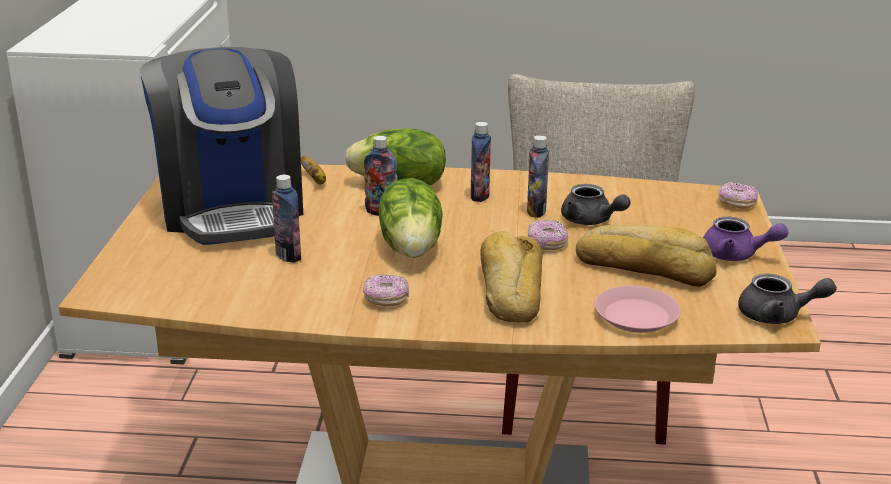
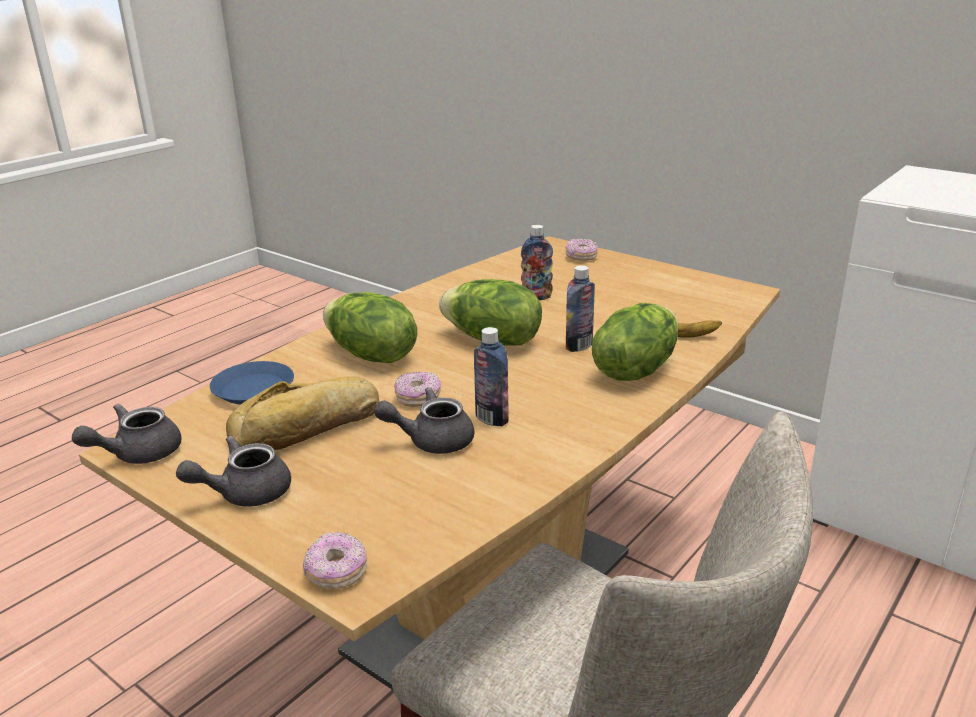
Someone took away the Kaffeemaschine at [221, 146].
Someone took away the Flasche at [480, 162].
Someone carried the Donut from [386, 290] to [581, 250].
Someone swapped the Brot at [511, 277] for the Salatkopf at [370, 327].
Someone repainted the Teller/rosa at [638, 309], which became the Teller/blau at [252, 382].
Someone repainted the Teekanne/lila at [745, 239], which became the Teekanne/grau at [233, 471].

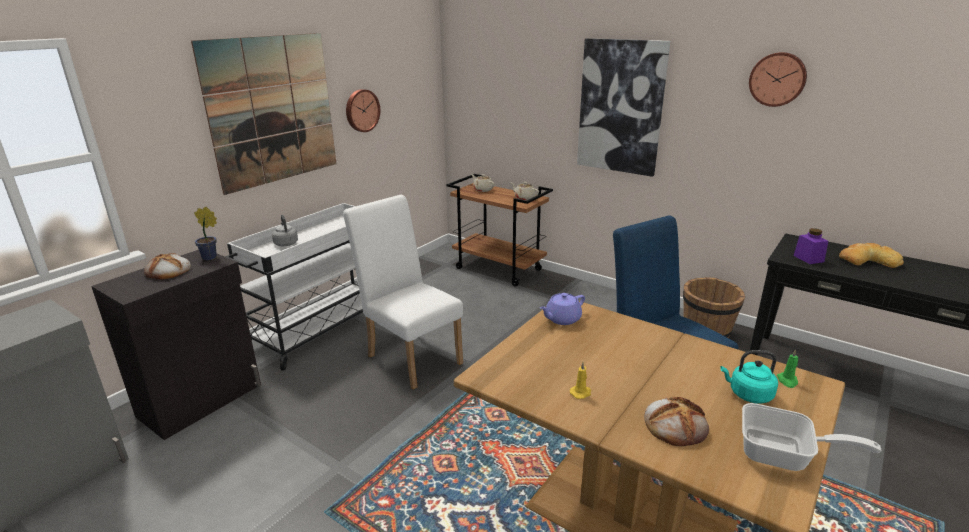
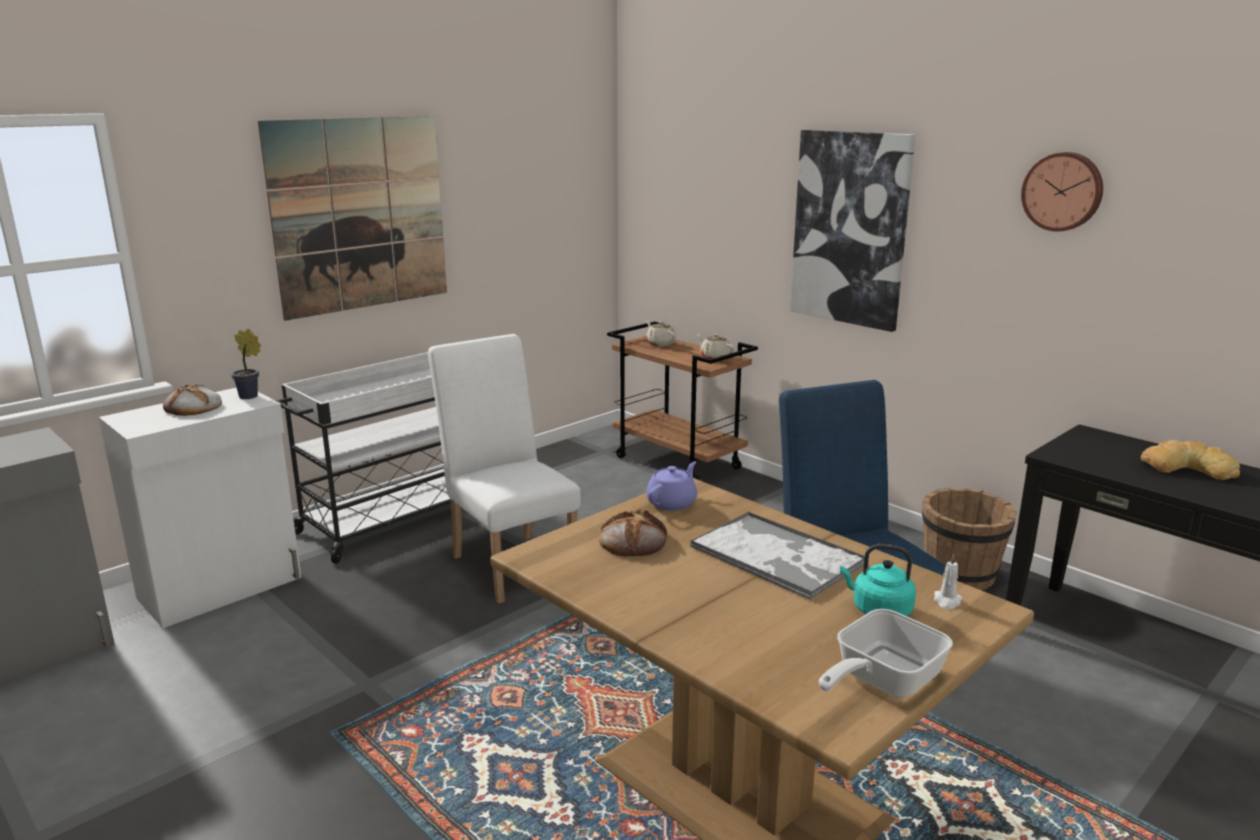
Someone took away the Wasserkessel/grau at [285, 230].
Someone took away the Wanduhr at [363, 110].
Someone took away the Kerze/gelb at [580, 380].
Someone took away the Vorratsglas/lila at [810, 246].
Someone put down the Tablett at [777, 555].
Someone carried the Brot from [676, 421] to [633, 532].
Someone repainted the Schrank/schwarz at [176, 345], which became the Schrank/weiß at [200, 508].
Someone repainted the Kerze/grün at [787, 368], which became the Kerze/weiß at [948, 581].
Someone rotated the Teekanne/lila at [562, 309] by 150 degrees clockwise.
Someone rotated the Pfanne at [812, 437] by 105 degrees clockwise.

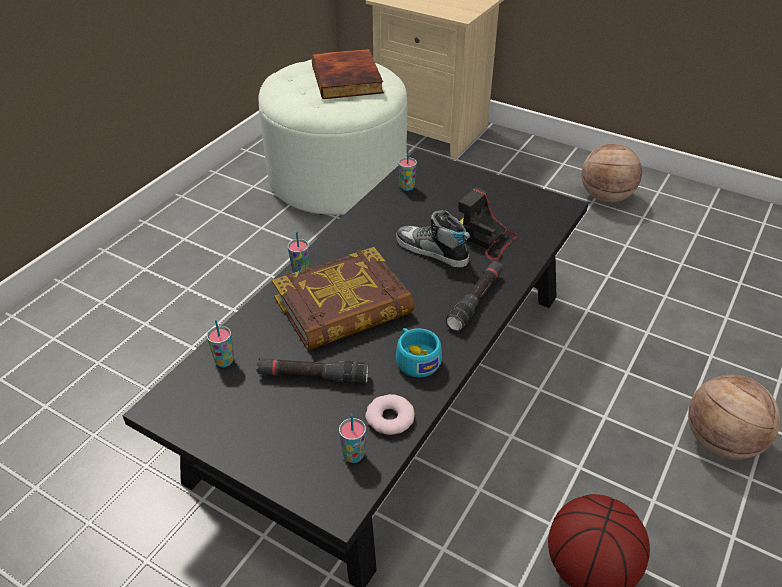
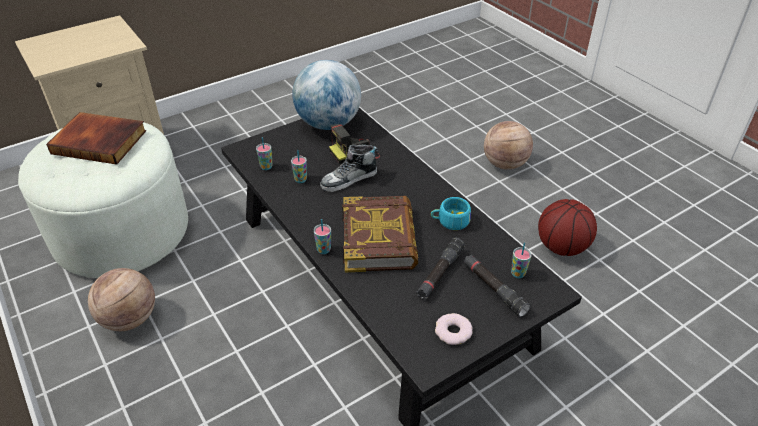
Someone put down the Globus at [326, 95].
Someone carried the Tasse from [220, 343] to [299, 166].
Someone carried the Donut from [390, 414] to [454, 329].
Someone carried the Taschenlampe/schwarz from [474, 296] to [497, 286].
Someone carried the Basketball from [611, 173] to [121, 299].

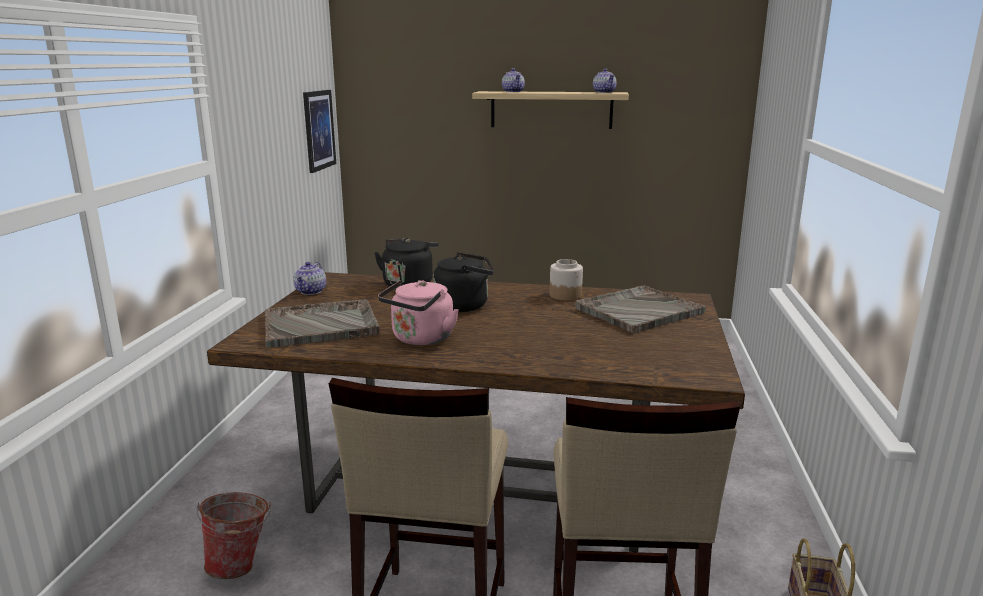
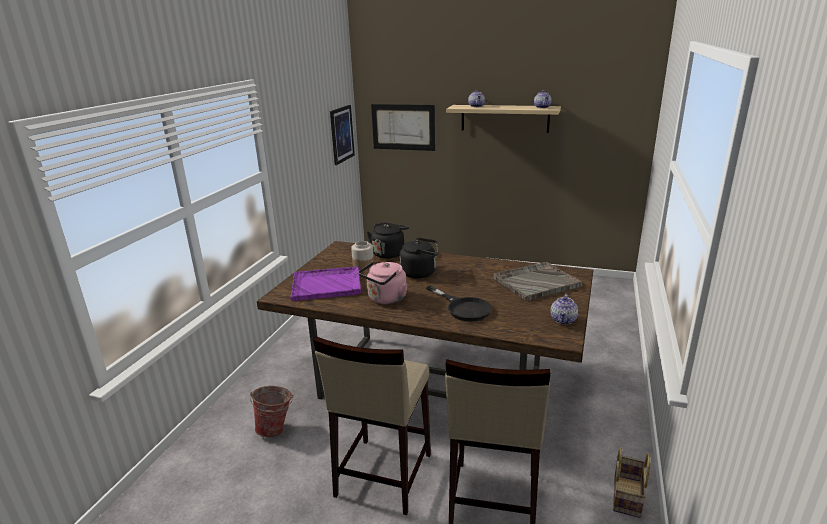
Someone put up the Bild at [403, 127].
Someone put down the Pfanne/schwarz at [459, 303].
Someone carried the Teekanne from [309, 278] to [564, 309].
Someone carried the Vorratsglas from [566, 280] to [362, 255].
Someone repainted the Tablett/grau at [322, 323], which became the Tablett/lila at [325, 283].

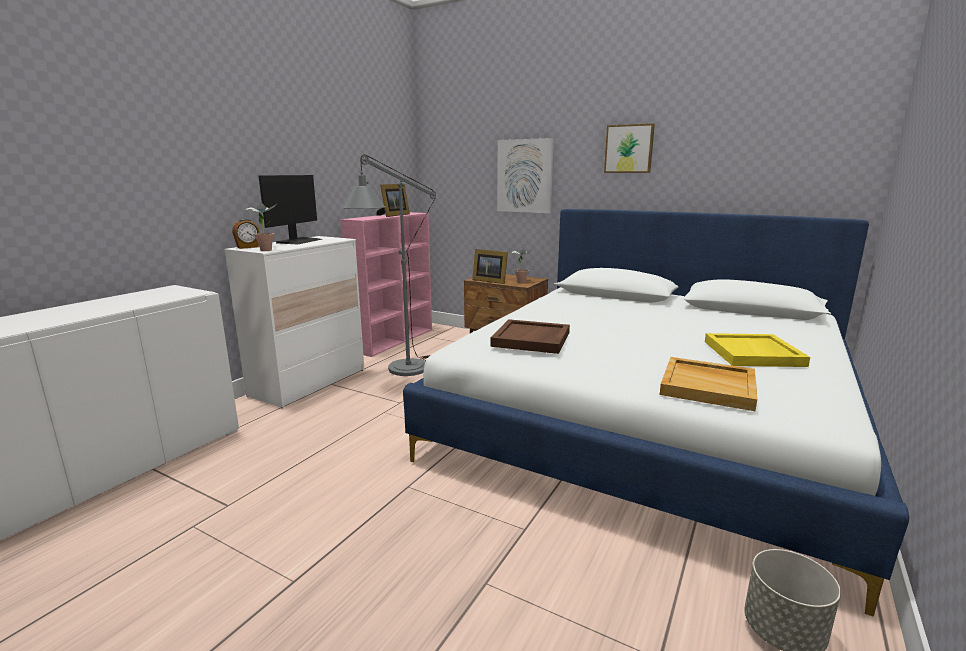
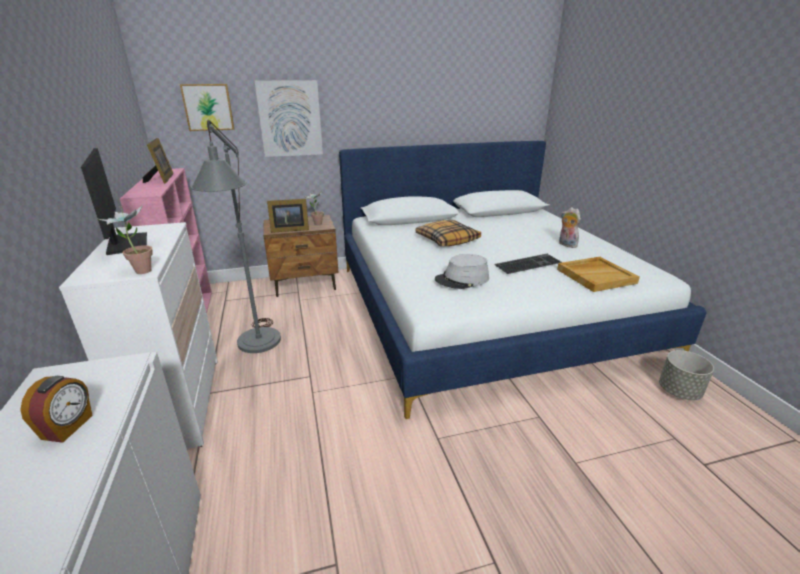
Someone put down the Kissen at [448, 233].
Someone put down the Tastatur at [528, 264].
Someone carried the Wecker from [246, 234] to [56, 409].
Someone carried the Bild from [629, 148] to [207, 107].
Someone swapped the Tablett/braun at [530, 336] for the Hut/grau at [462, 271].
Someone swapped the Tablett/gelb at [757, 350] for the Plüschtier at [570, 227].

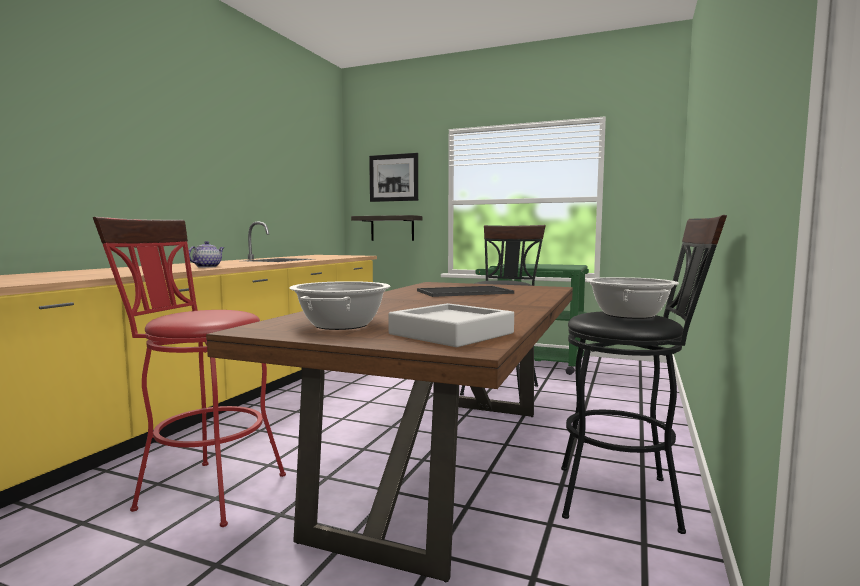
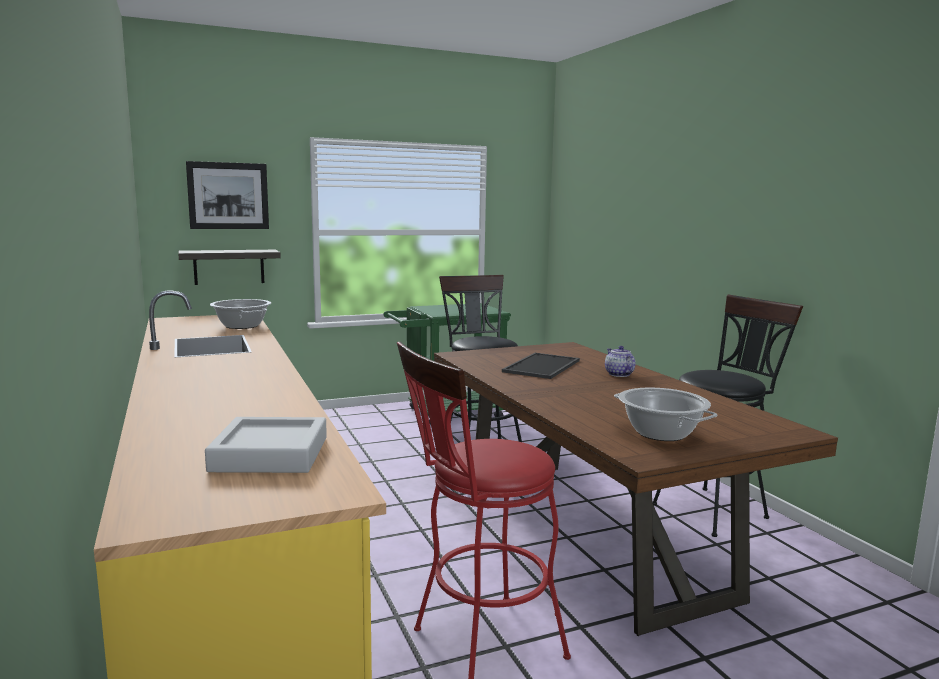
Someone carried the Teekanne from [206, 254] to [620, 361].
Someone carried the Tablett/grau from [451, 325] to [266, 445].
Someone carried the Kochtopf from [632, 298] to [240, 314].

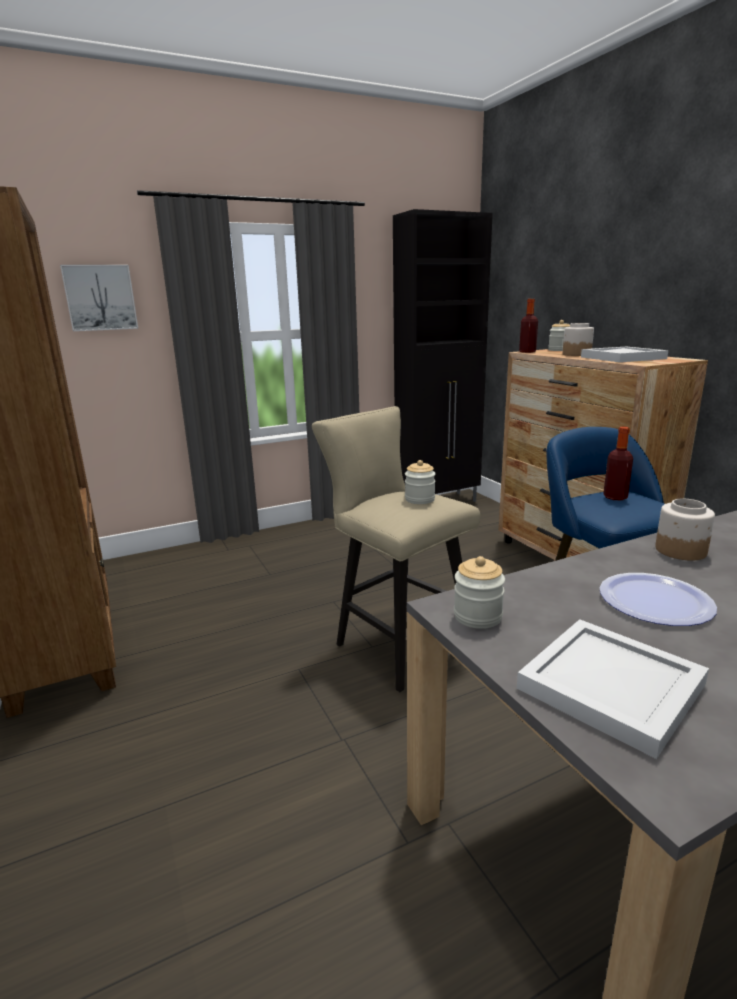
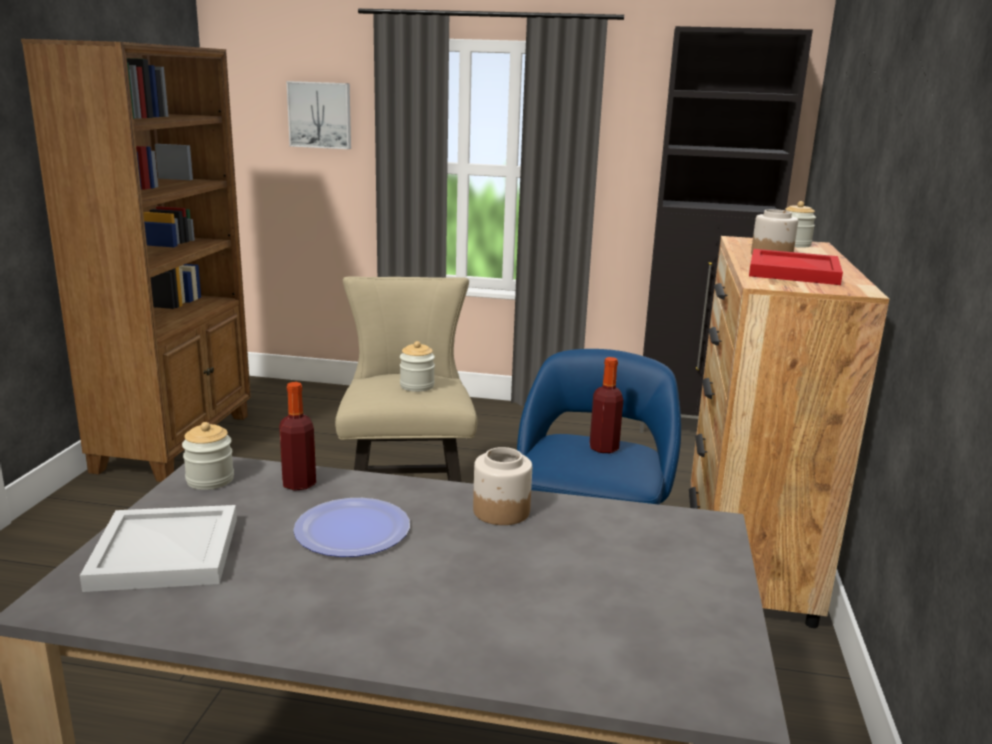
Someone carried the Flasche from [528, 326] to [297, 436].
Someone repainted the Tablett/weiß at [624, 354], which became the Tablett/rot at [796, 267].

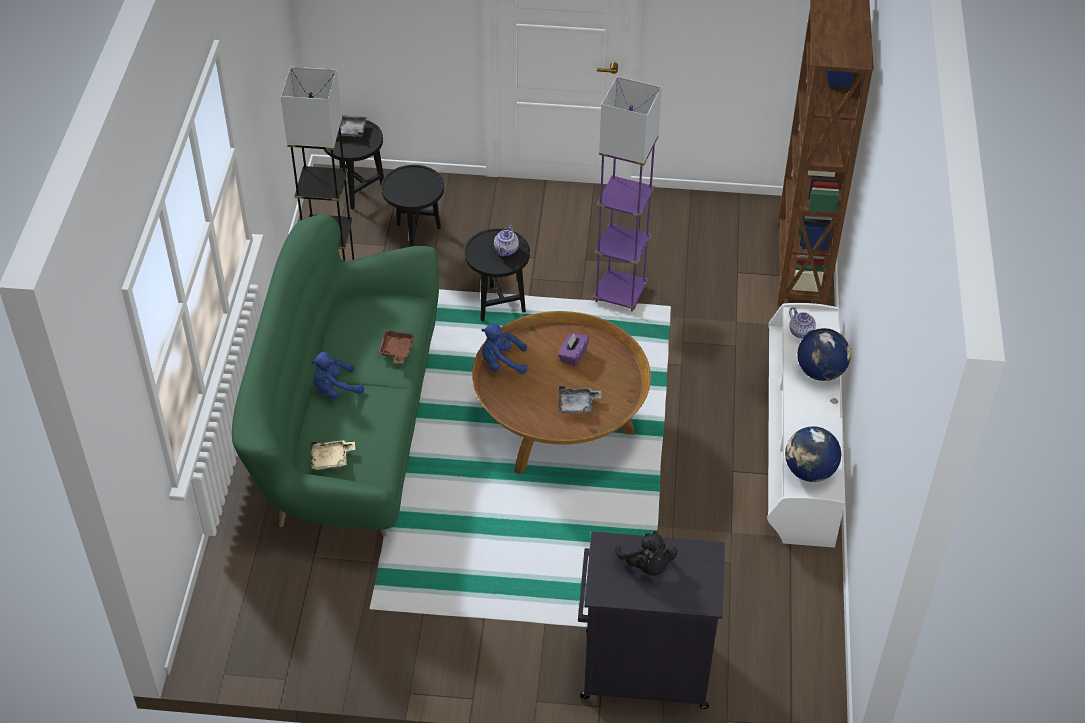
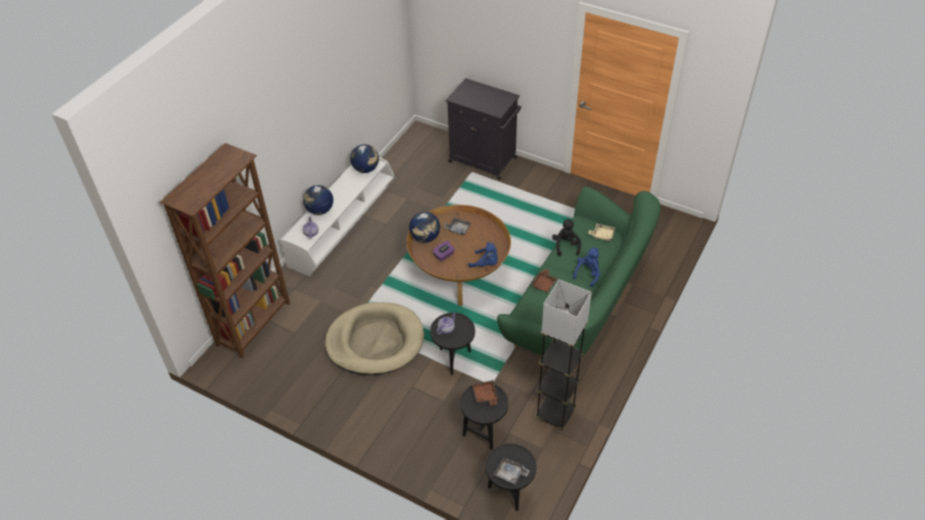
Someone put down the Globus at [424, 227].
Someone put down the Tablett/braun at [485, 392].
Someone carried the Plüschtier/schwarz from [646, 553] to [566, 237].
Someone swapped the Stehlampe/lila at [627, 194] for the Hundebett/beige at [374, 338].
Someone rotated the Plüschtier/blau at [337, 375] by 60 degrees counterclockwise.

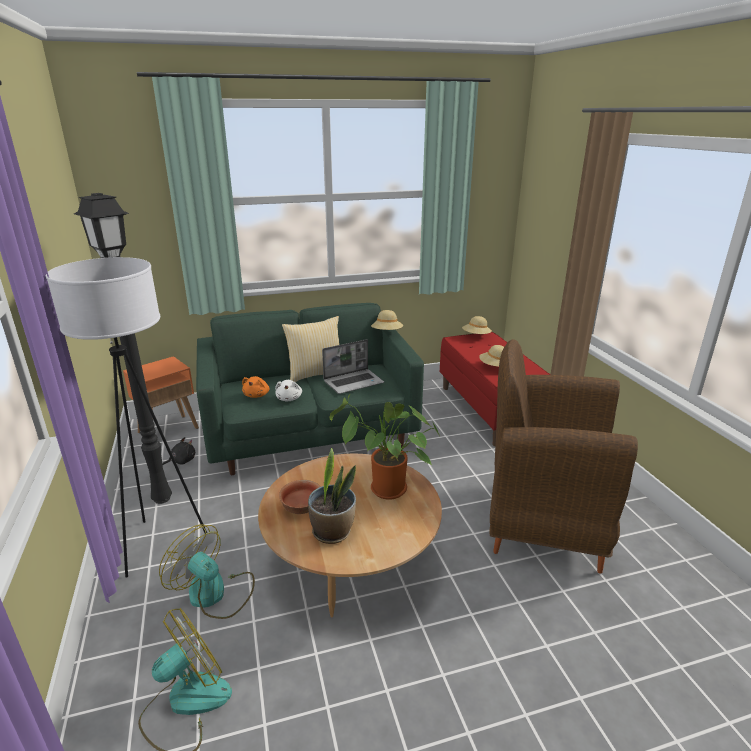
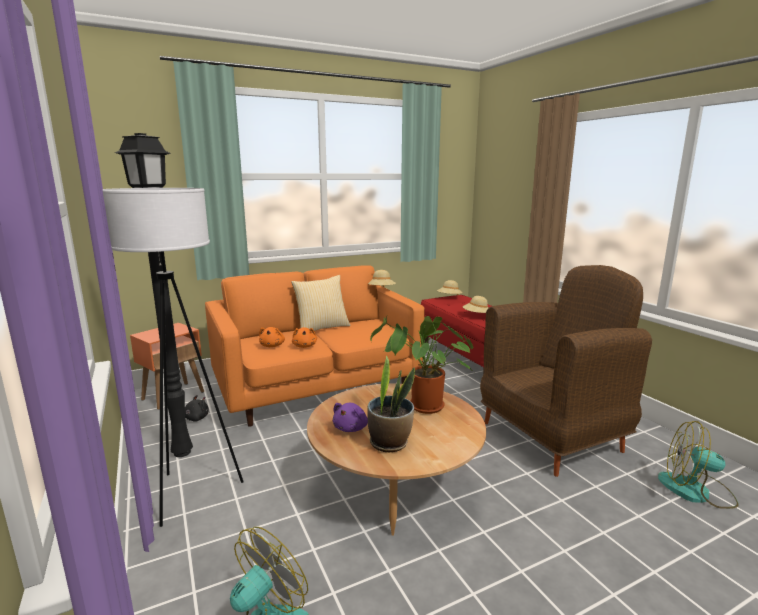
Someone took away the Laptop at [353, 366].
Someone carried the Ventilator from [207, 571] to [698, 465].
Someone swapped the Schüssel at [299, 497] for the Plüschtier/lila at [350, 417].
Someone repainted the Sofa/grün at [310, 389], which became the Sofa/orange at [315, 346].
Someone repainted the Plüschtier/weiß at [288, 390], which became the Plüschtier/orange at [304, 337].
Someone rotated the Sessel/braun at [563, 456] by 150 degrees clockwise.

